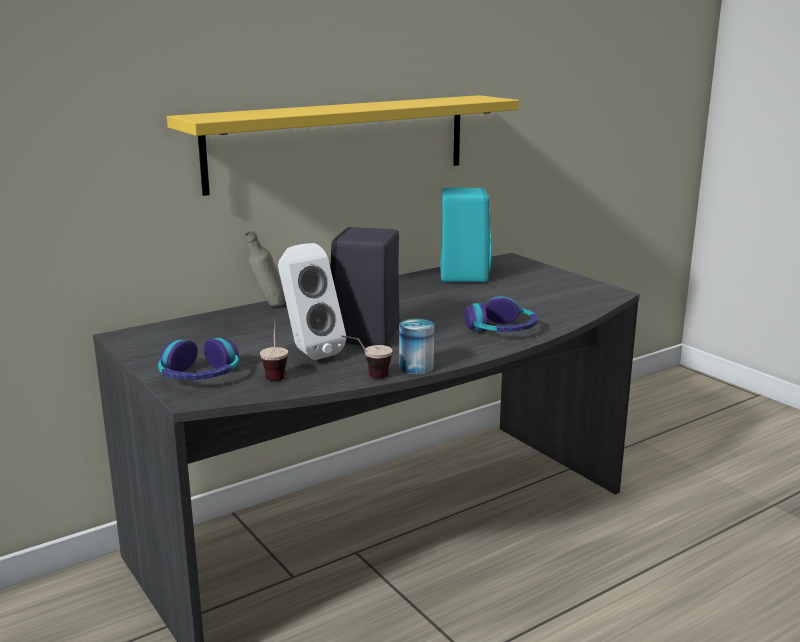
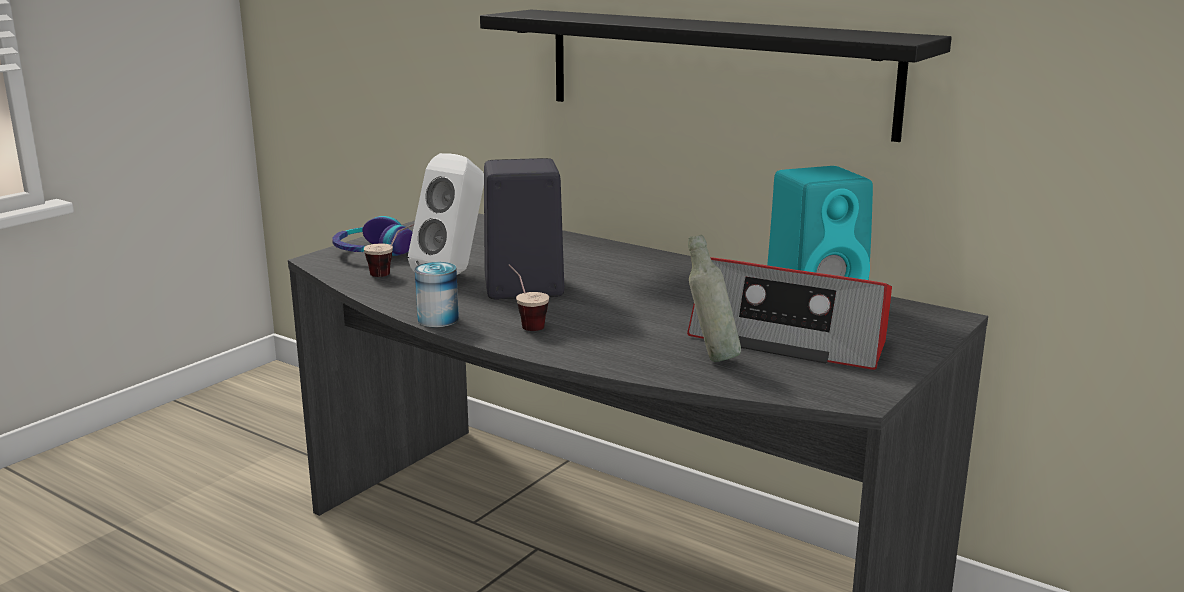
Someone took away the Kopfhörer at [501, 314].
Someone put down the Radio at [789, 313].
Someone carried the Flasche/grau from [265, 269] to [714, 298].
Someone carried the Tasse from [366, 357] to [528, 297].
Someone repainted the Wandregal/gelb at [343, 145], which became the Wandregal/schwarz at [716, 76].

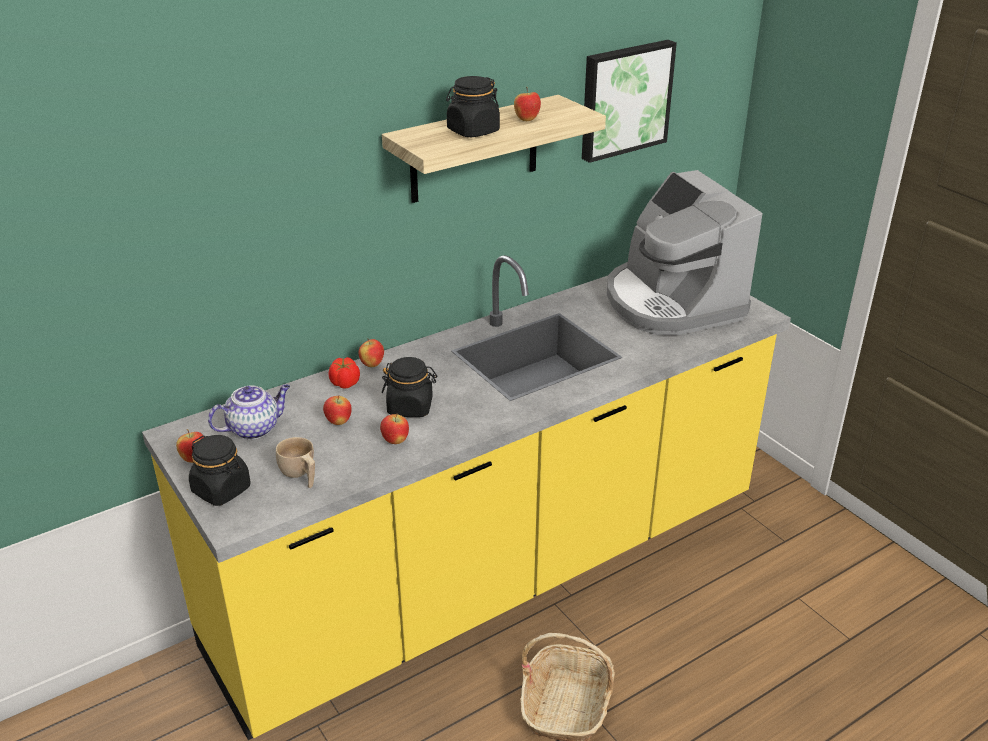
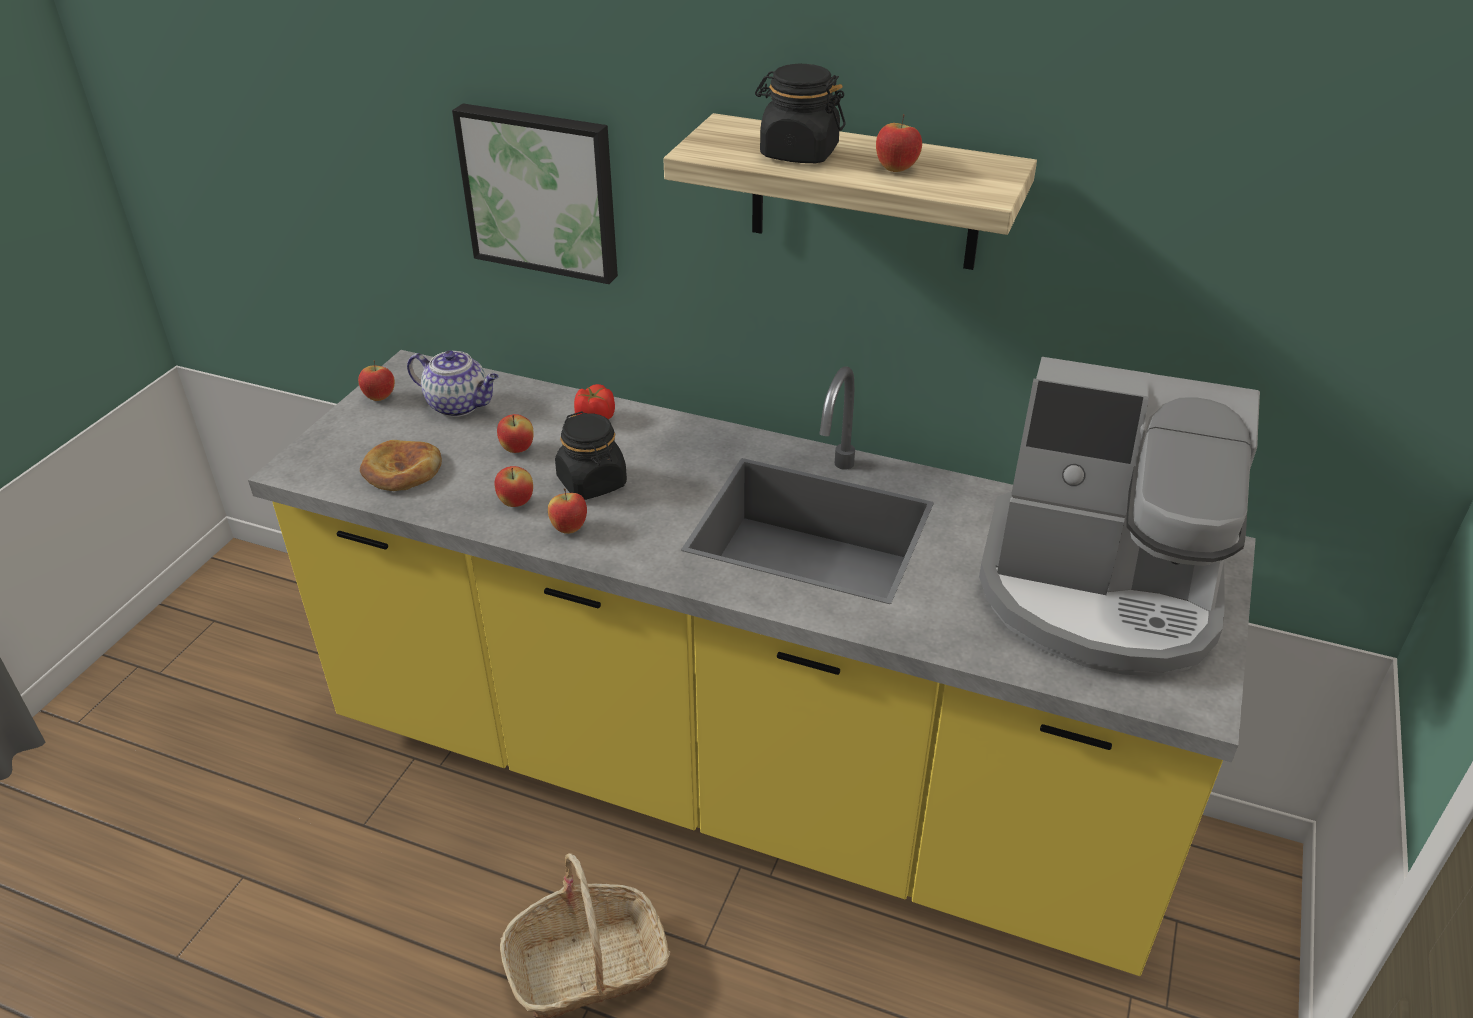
Someone took away the Vorratsglas/schwarz at [219, 470].
Someone carried the Apfel from [371, 352] to [567, 511].
Someone carried the Bild from [629, 101] to [535, 194].
Someone swapped the Tasse/beige at [295, 462] for the Brot at [401, 465].
Someone rotated the Kaffeemaschine at [685, 252] by 105 degrees counterclockwise.

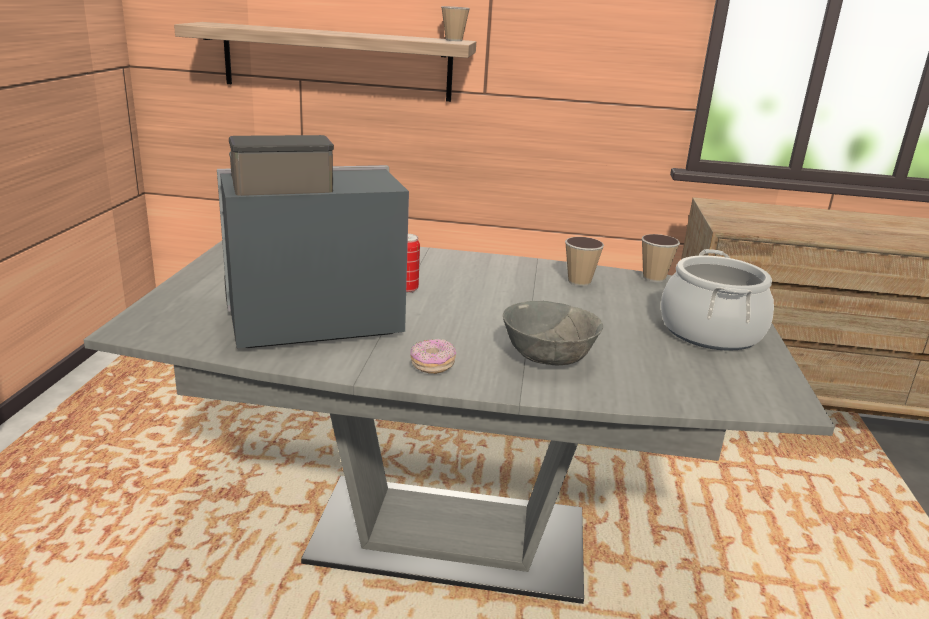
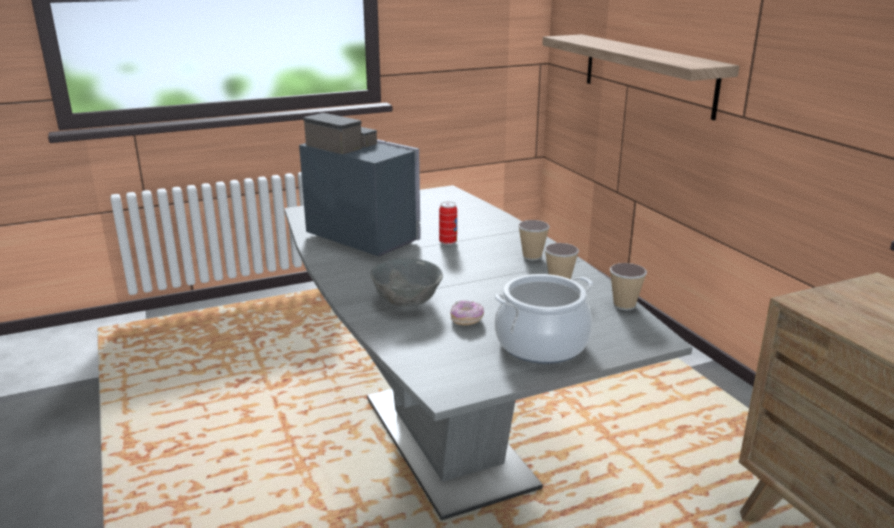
Someone carried the Donut from [433, 356] to [467, 313].
Someone carried the Tasse from [455, 23] to [534, 240].

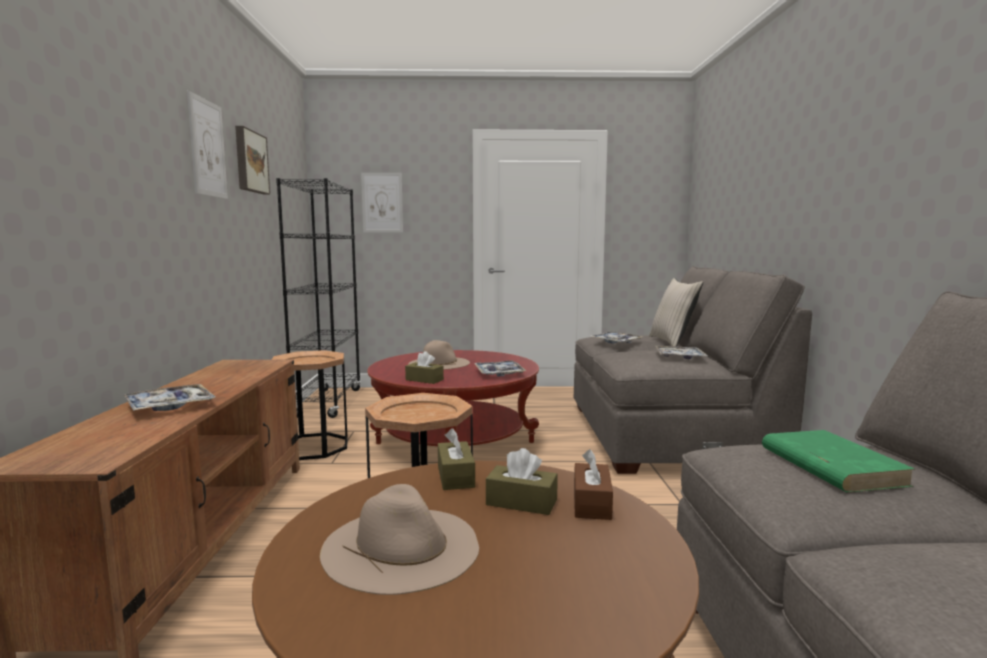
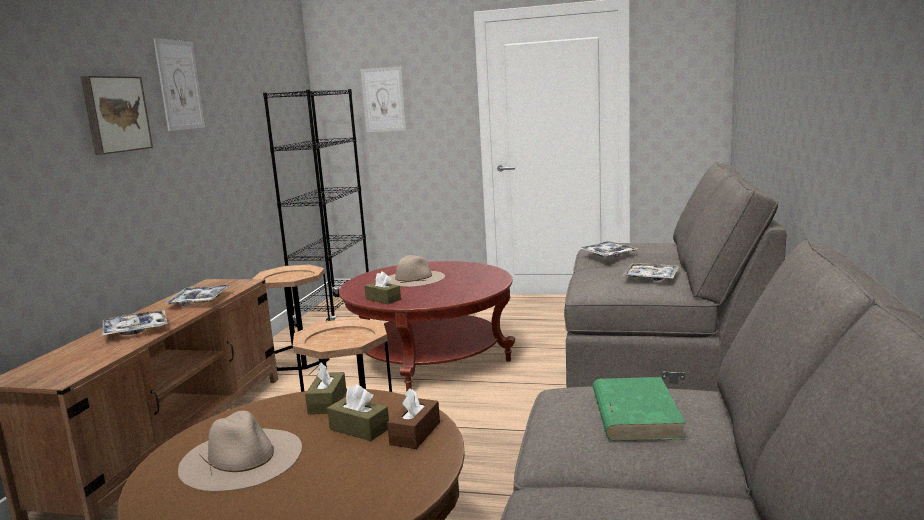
Someone took away the Kissen/beige at [676, 312].
Someone carried the Bild from [252, 160] to [117, 115].
Someone carried the Tablett from [500, 369] to [197, 295].

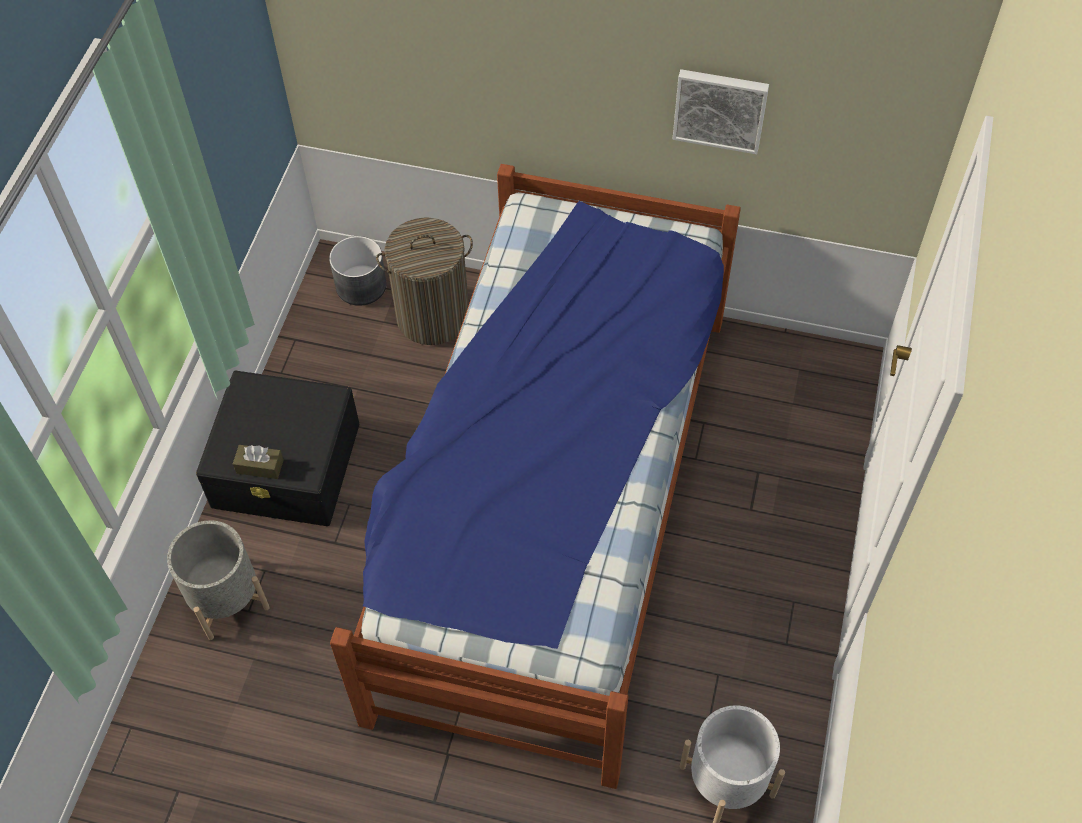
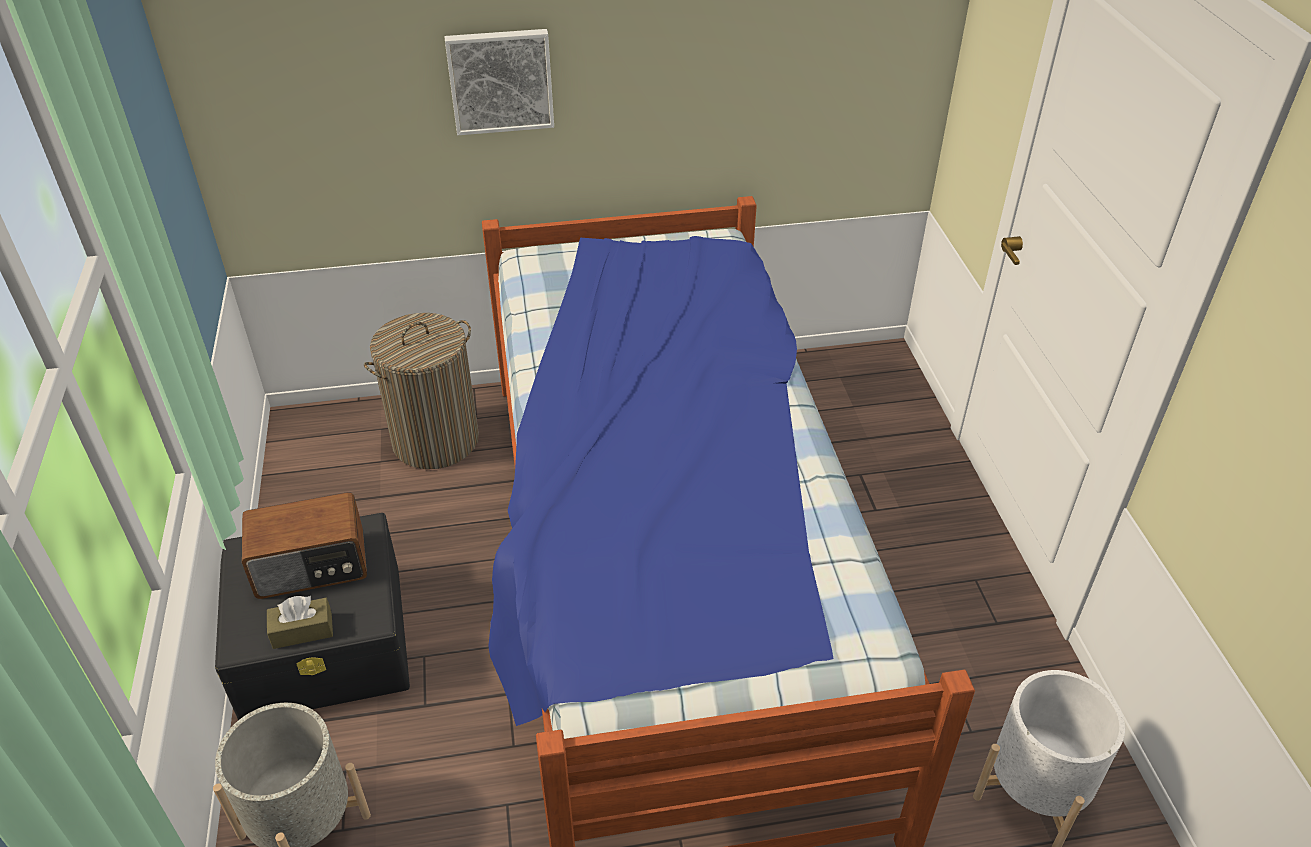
Someone took away the Pflanzkübel/grau at [358, 271].
Someone put down the Radio at [304, 545].
Someone carried the Bild from [721, 111] to [499, 82].

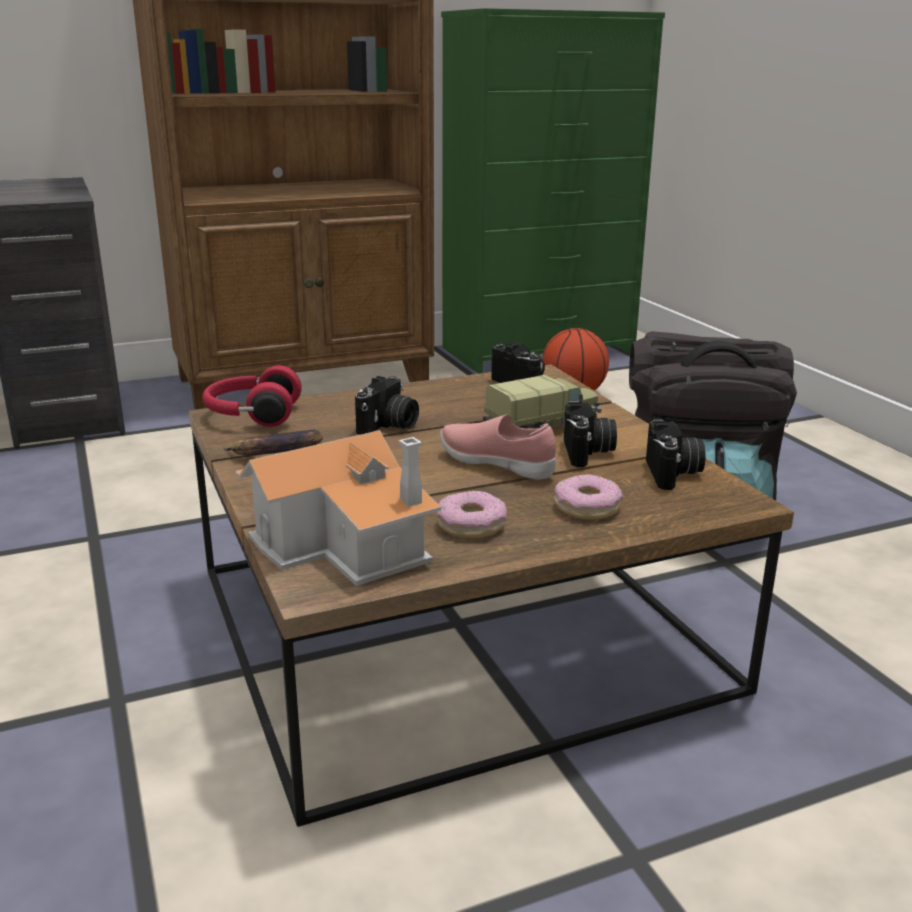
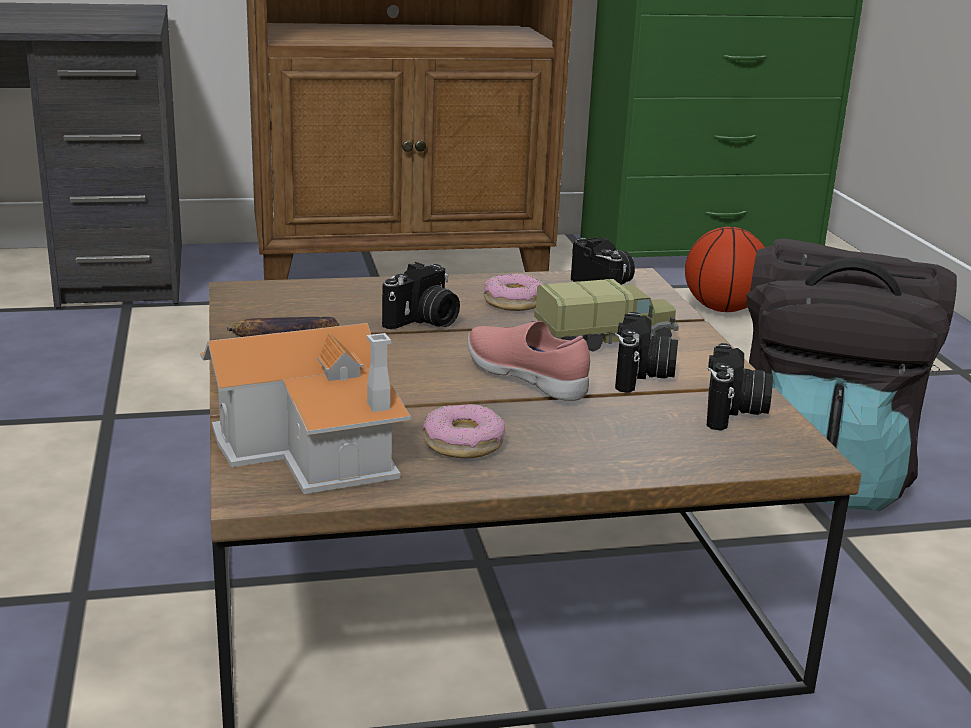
Someone took away the Kopfhörer/rot at [252, 396].
Someone carried the Donut from [588, 496] to [514, 292].

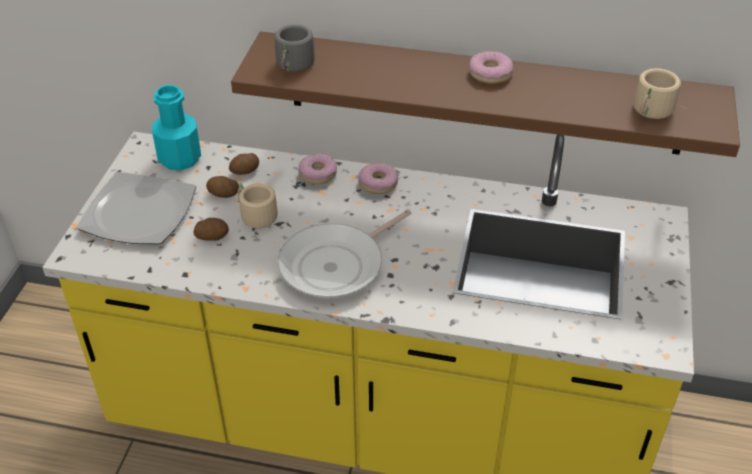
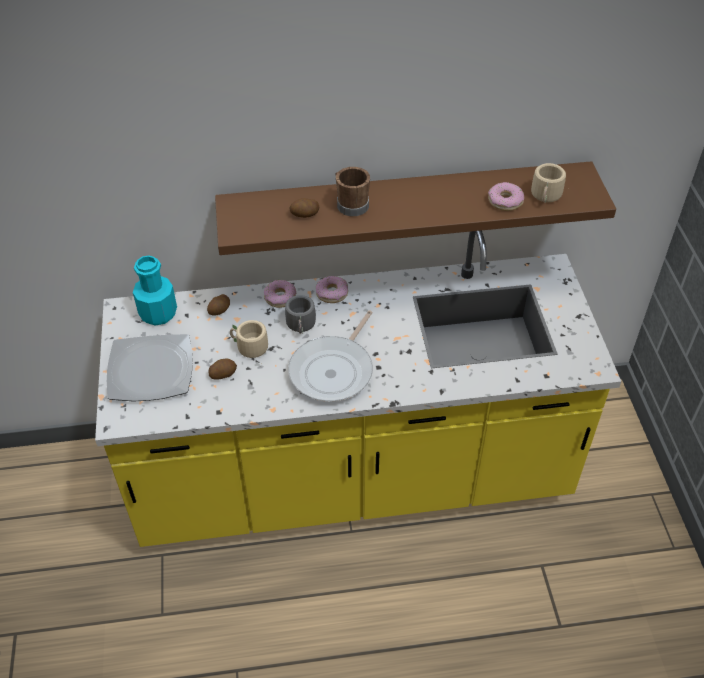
Someone put down the Henkelbecher/braun at [352, 191].
Someone carried the Kartoffel from [222, 187] to [304, 208].
Someone carried the Henkelbecher/grau from [300, 48] to [300, 314].
Someone carried the Donut from [491, 67] to [506, 196].

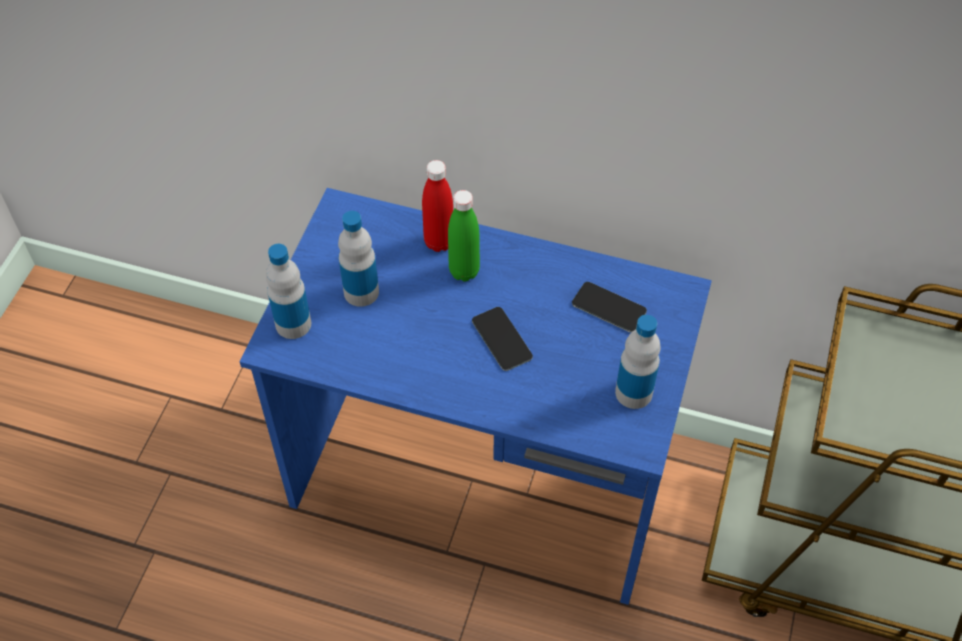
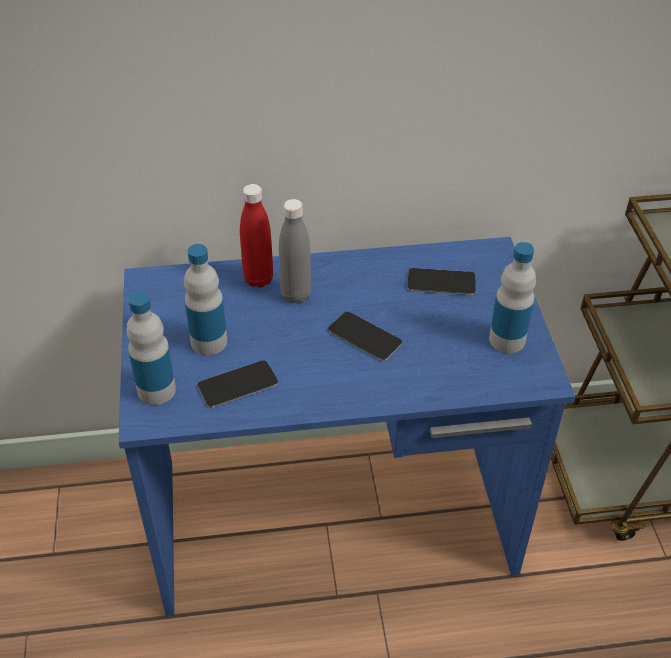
Someone put down the Handy at [238, 384].
Someone repainted the Flasche/grün at [464, 236], which became the Flasche/grau at [295, 251].

